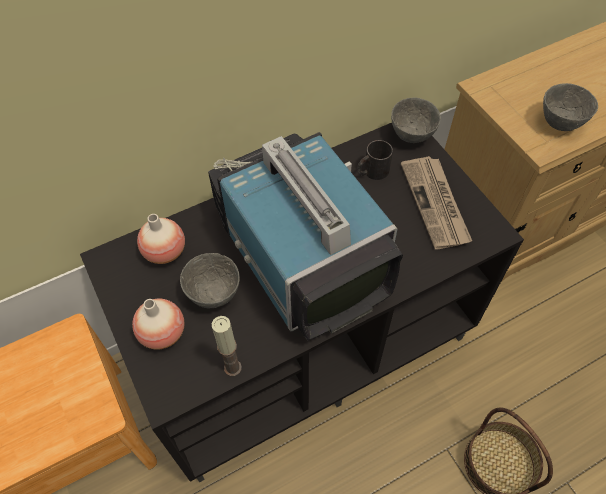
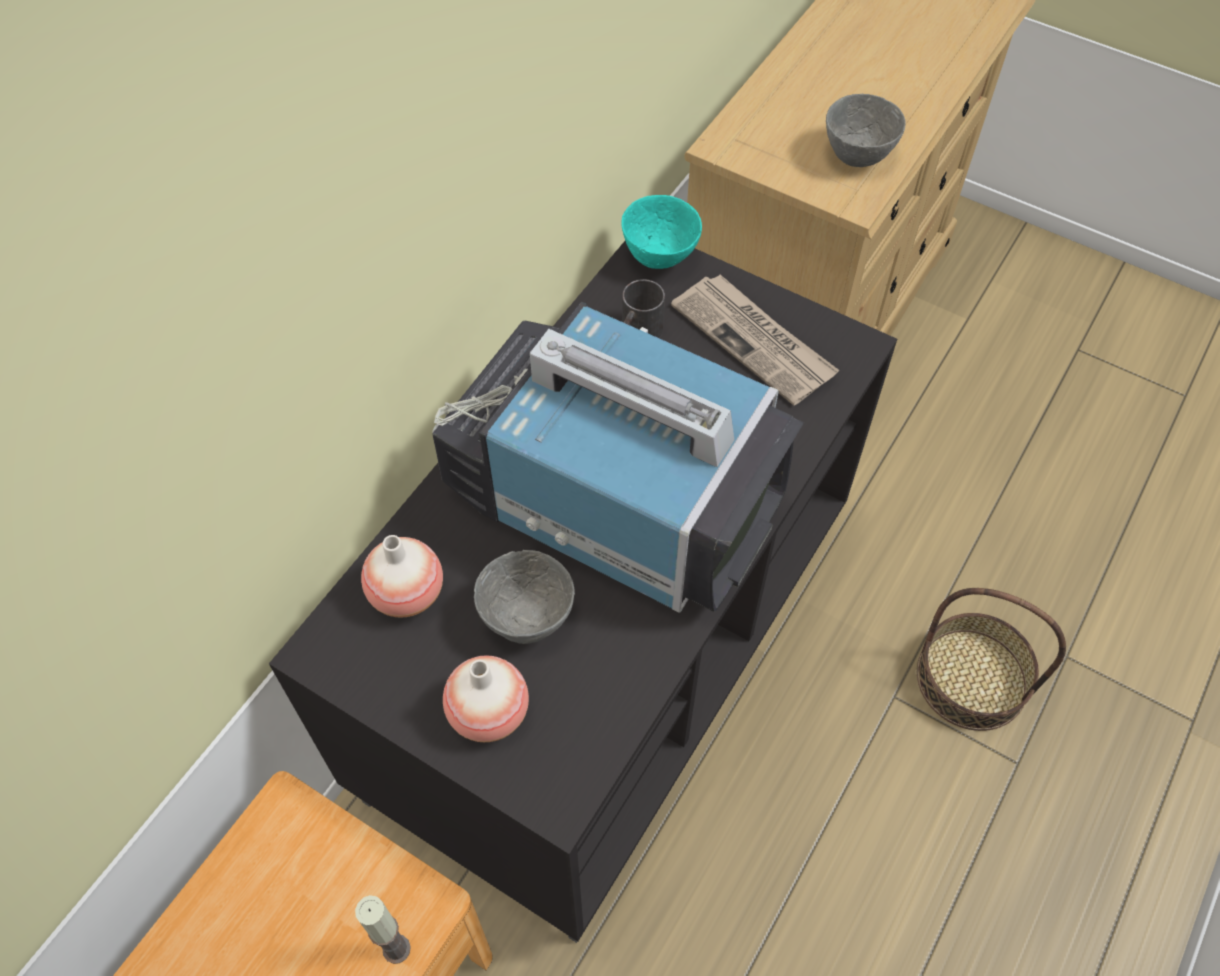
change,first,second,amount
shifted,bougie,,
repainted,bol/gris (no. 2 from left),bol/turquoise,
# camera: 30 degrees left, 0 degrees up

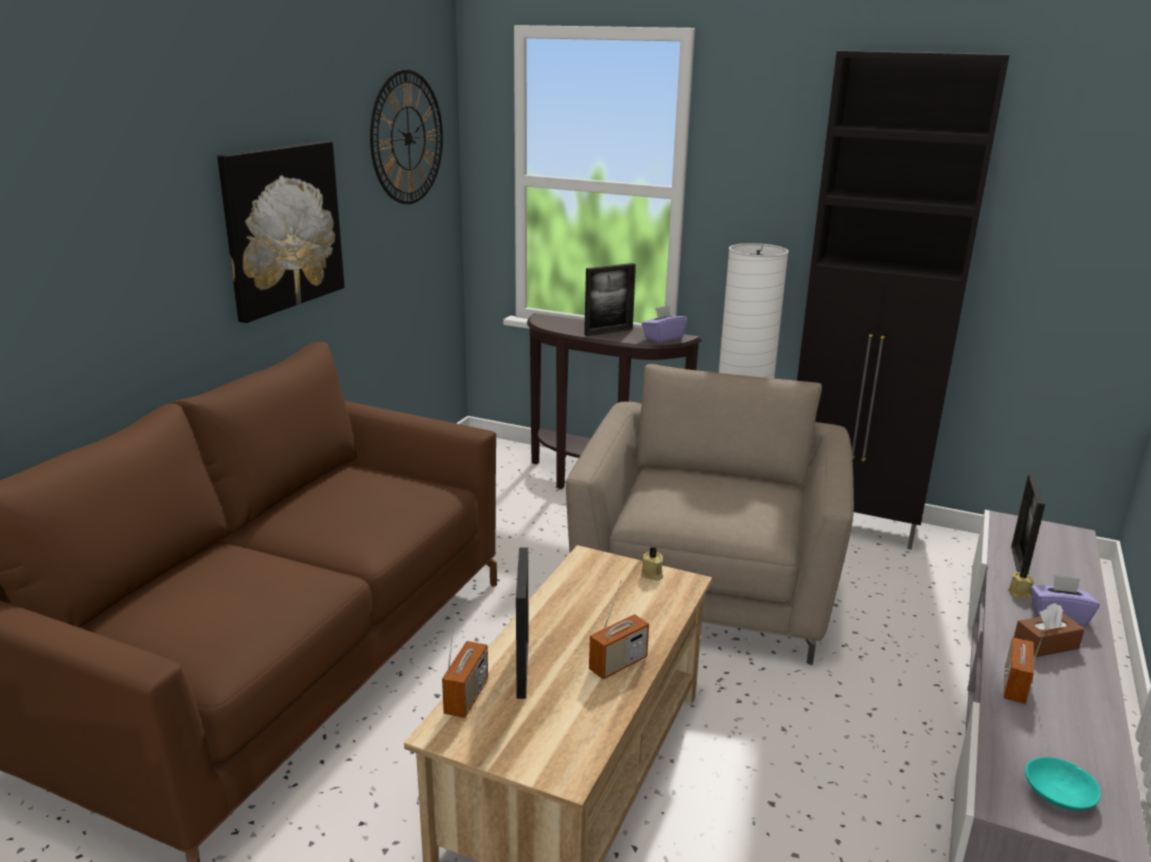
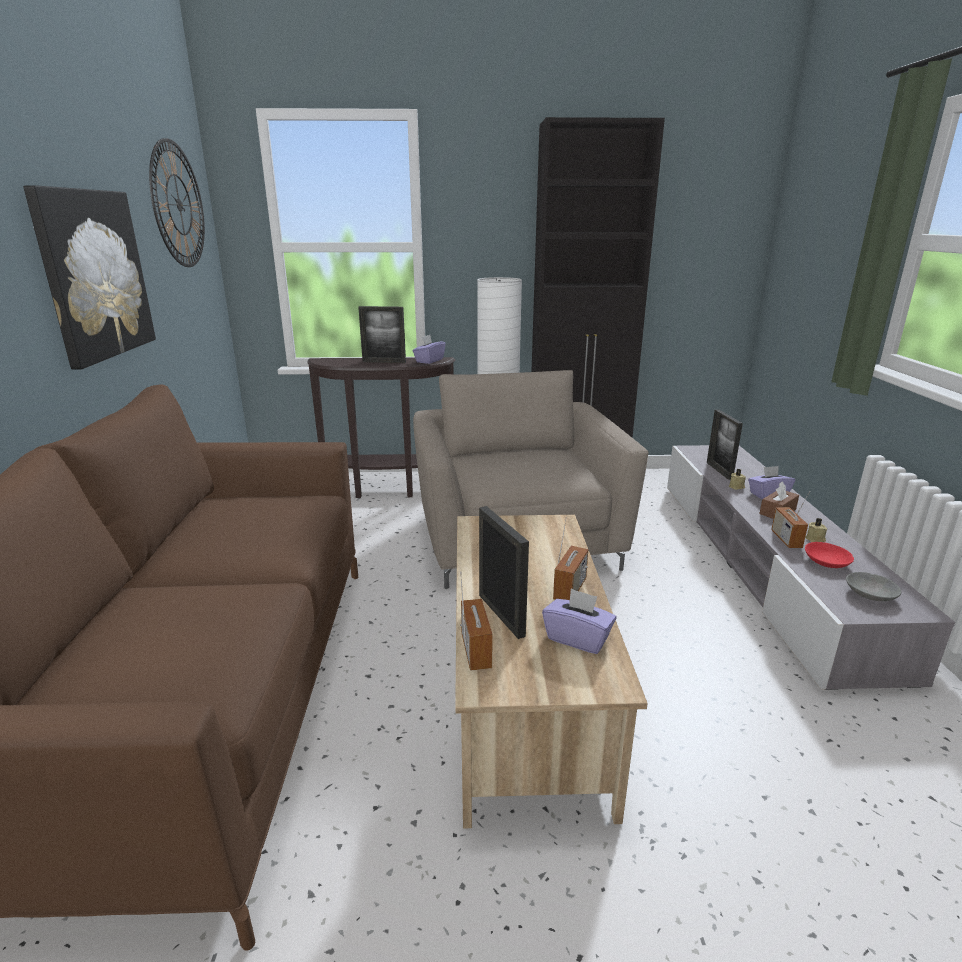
change,first,second,amount
rotated,cadre photo (no. 2 from left in the first image),cadre photo (no. 1 from left),60 degrees clockwise
shifted,bougie/beige (no. 1 from left in the first image),bougie/beige (no. 2 from left),
repainted,bol/turquoise,bol/gris,
new,,boîte à mouchoirs/violet (no. 2 from left),
new,,bol/rouge,
# camera: 25 degrees left, 0 degrees up

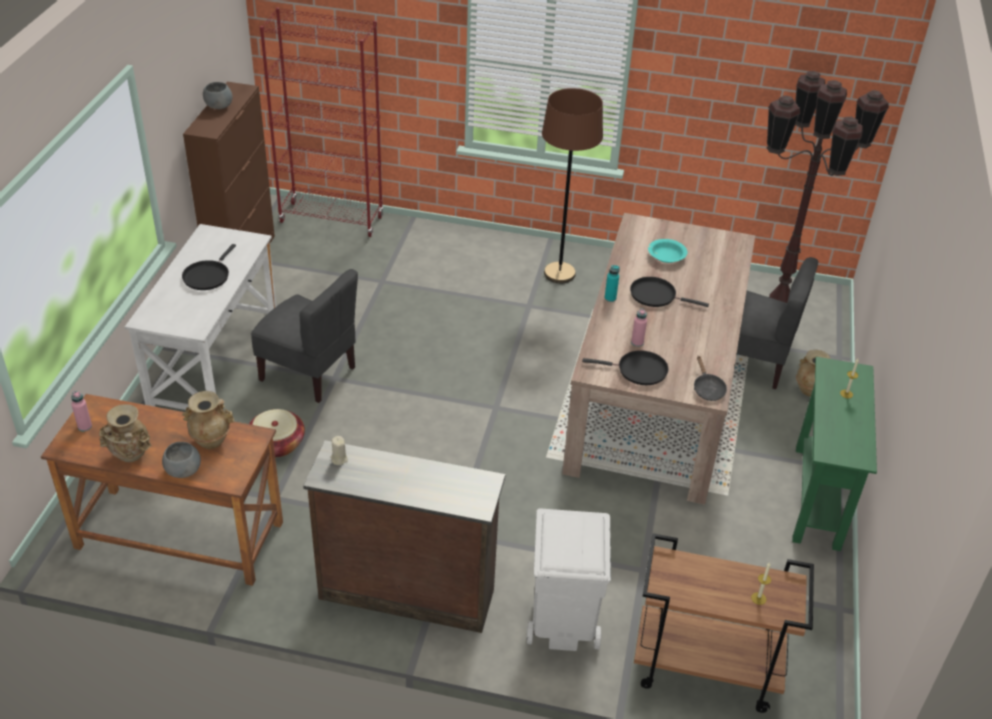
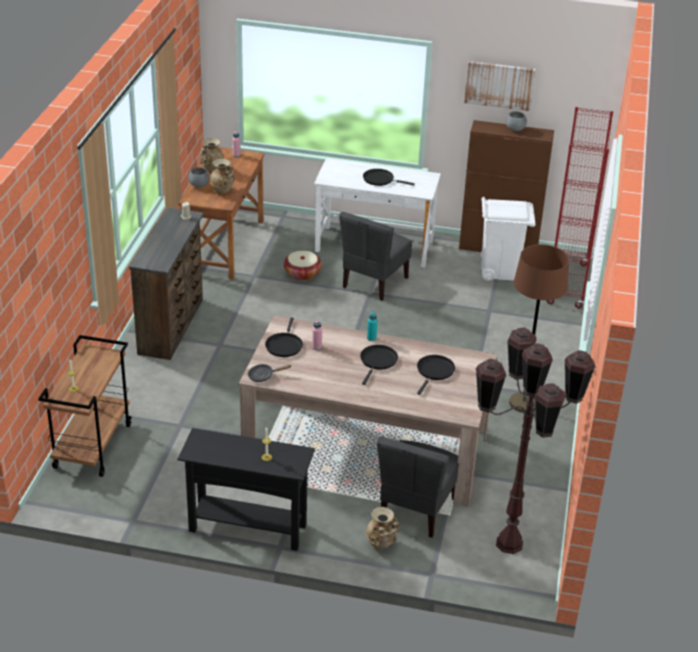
change,first,second,amount
shifted,poubelle/blanc,,
swapped,bol/turquoise,poêle/noir (no. 5 from left),
repainted,table console/vert,table console/noir,
new,,tableau,
# camera: 90 degrees right, 5 degrees down

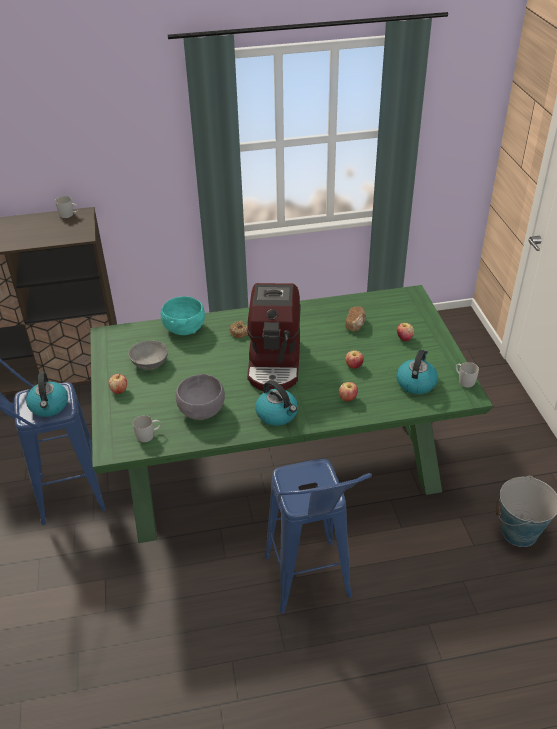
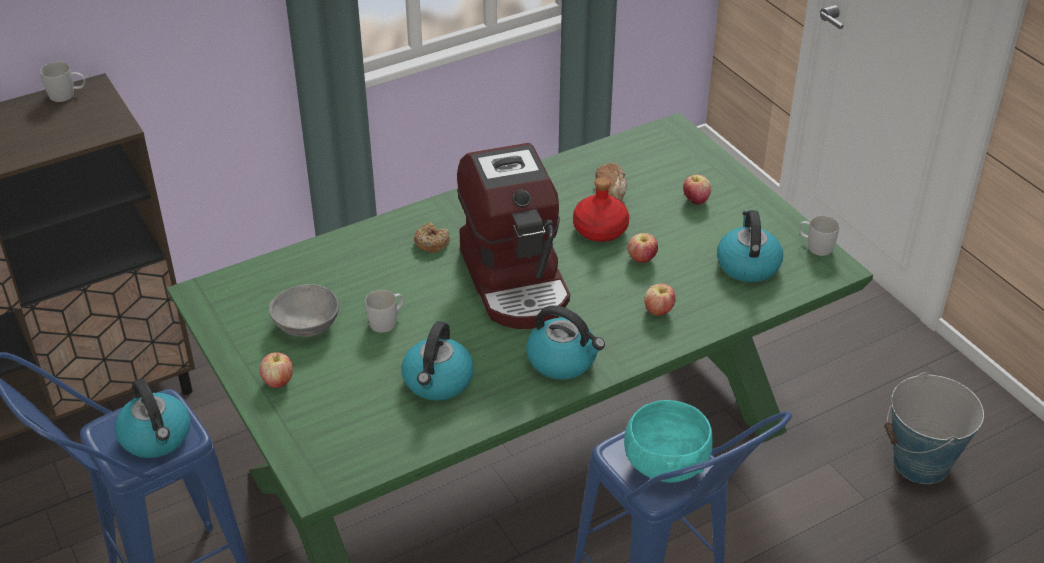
change,first,second,amount
shifted,mug/blanc (no. 2 from left),,
shifted,bol/turquoise,,
swapped,bol/gris (no. 2 from left),bouilloire (no. 2 from left),
new,,bouteille/rouge,
# camera: 20 degrees left, 0 degrees up

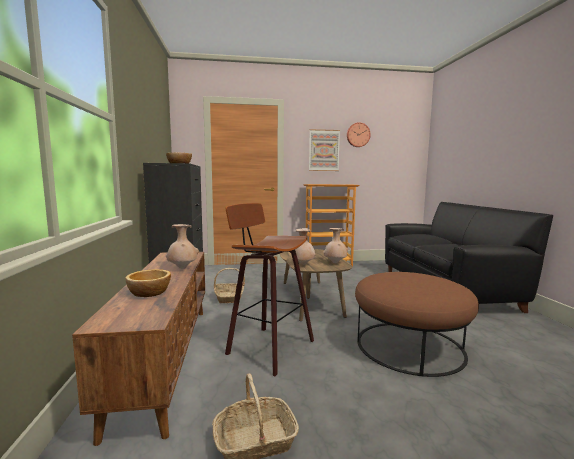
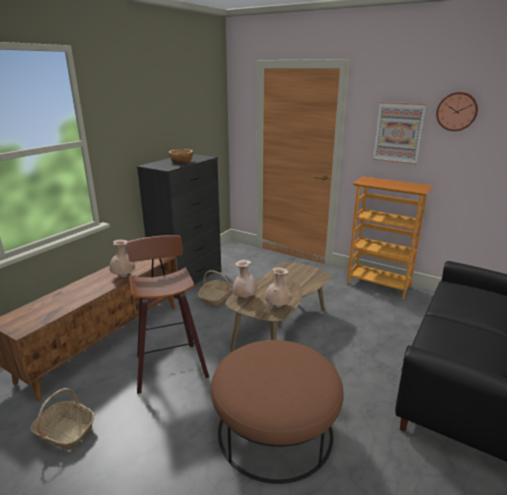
change,first,second,amount
gone,bol (no. 1 from left),,
# camera: 40 degrees right, 15 degrees up

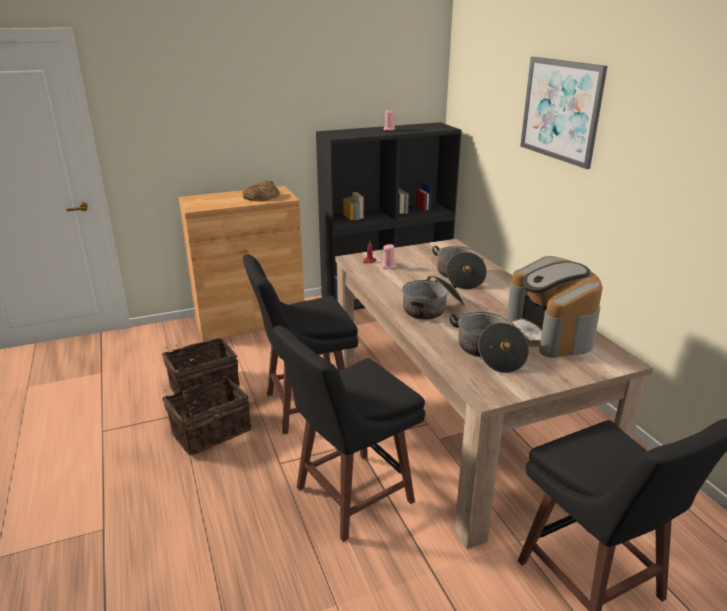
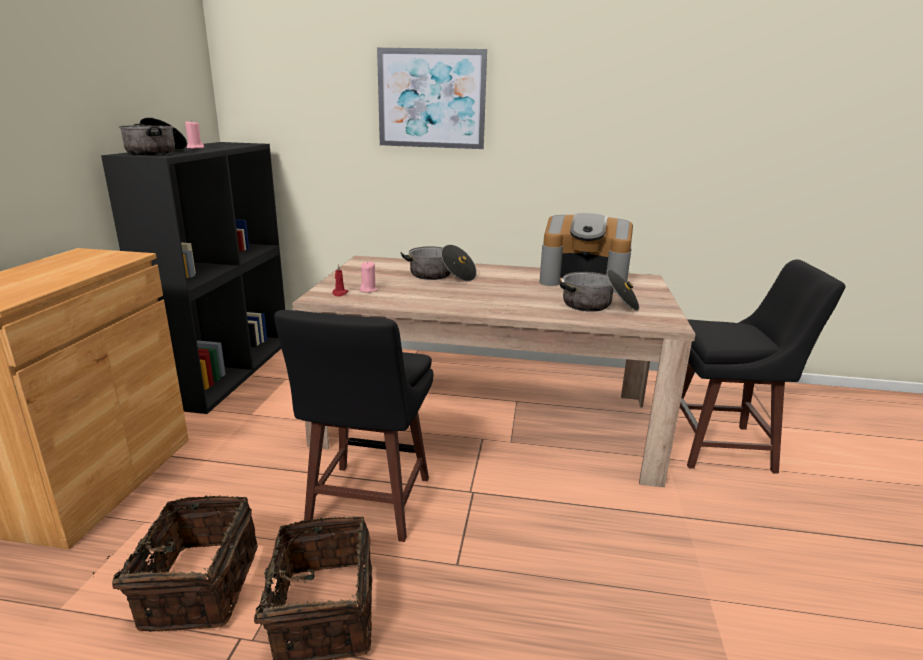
change,first,second,amount
gone,pain,,
gone,tabouret/noir (no. 2 from left),,
shifted,marmite (no. 1 from left),,
# camera: 60 degrees left, 5 degrees down

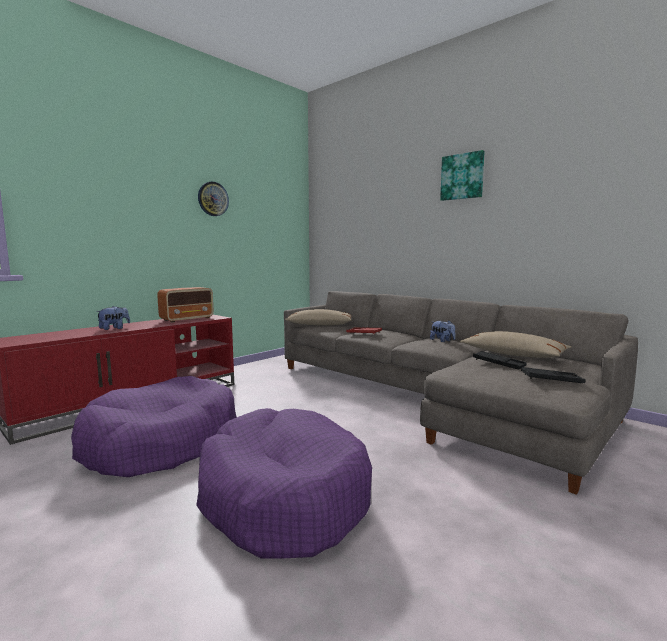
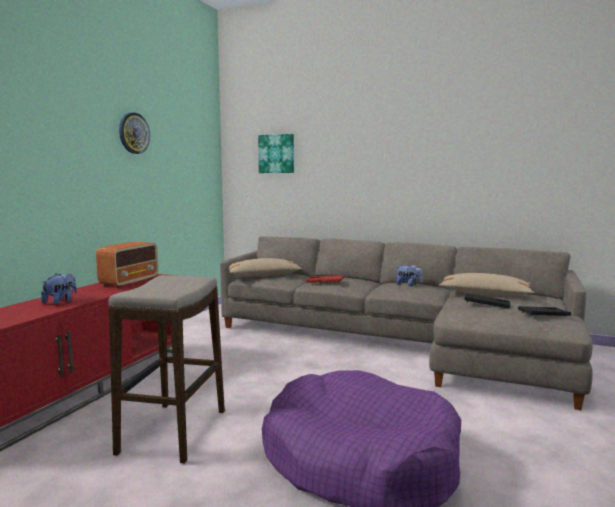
change,first,second,amount
swapped,panier pour chien/violet (no. 1 from left),tabouret,
shifted,tableau,,
# camera: 20 degrees left, 0 degrees up

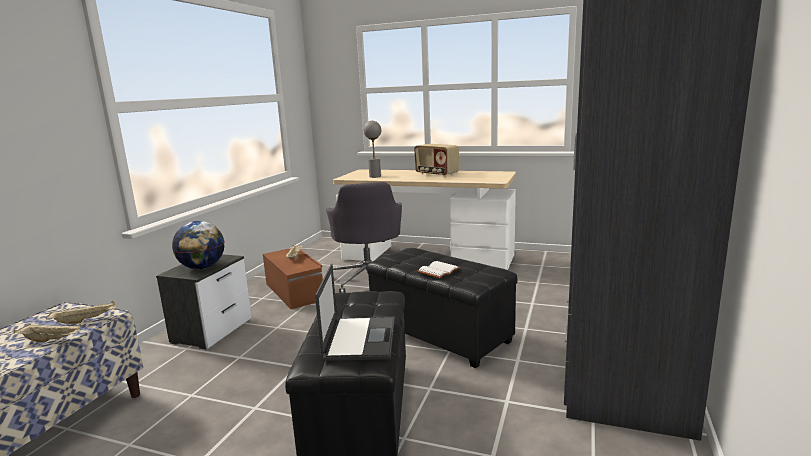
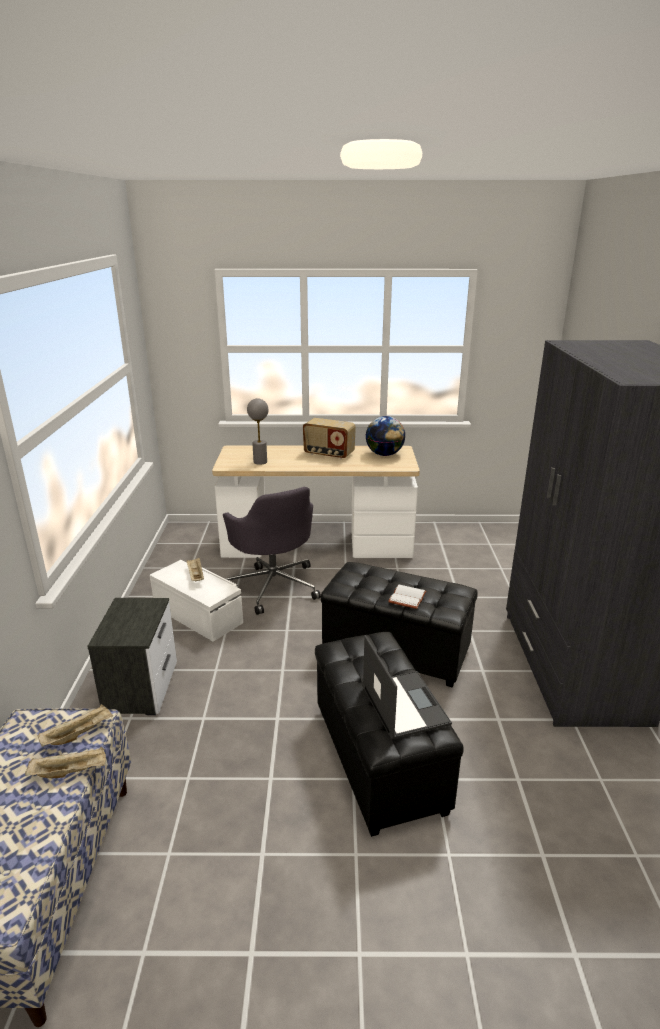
change,first,second,amount
shifted,globe,,
repainted,boîte de rangement/marron,boîte de rangement/blanc,
# camera: 20 degrees left, 10 degrees up

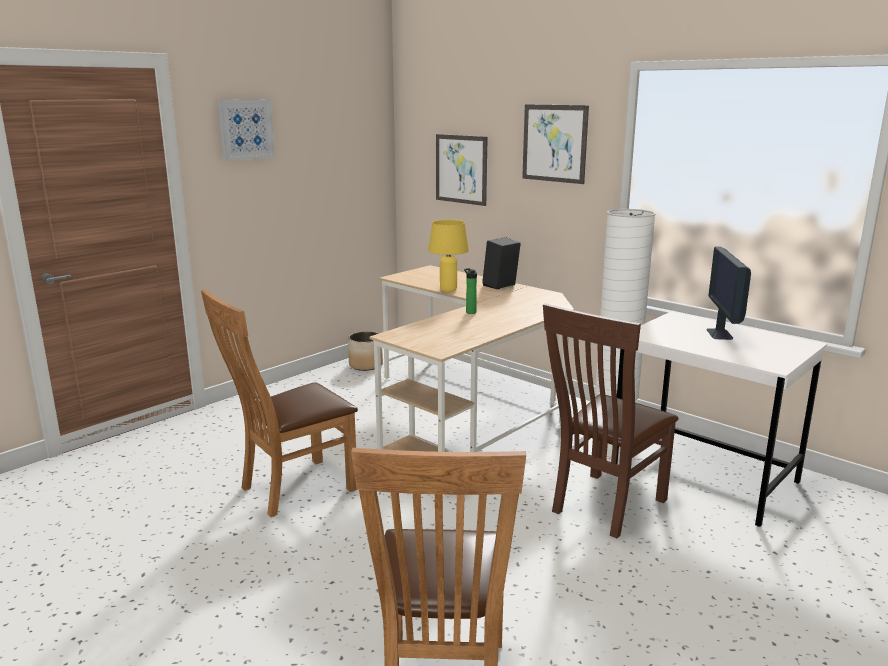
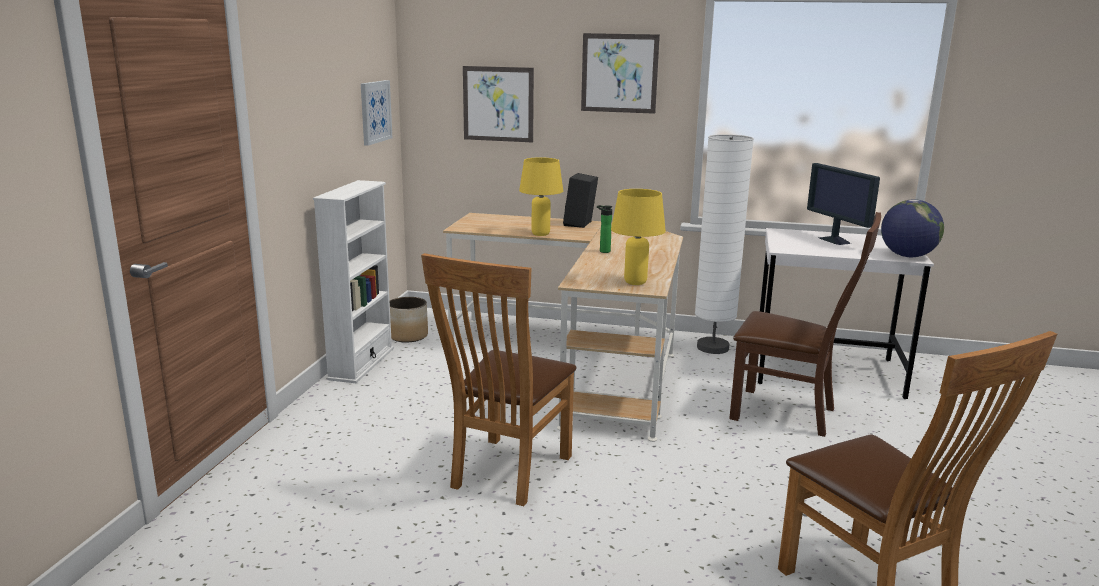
change,first,second,amount
shifted,tableau (no. 1 from left),,
rotated,chaise/marron (no. 3 from left in the first image),chaise/marron (no. 2 from left),75 degrees counterclockwise
new,,bibliothèque/blanc,
new,,lampe de table/jaune (no. 2 from left),
new,,globe,
# camera: 30 degrees left, 0 degrees up

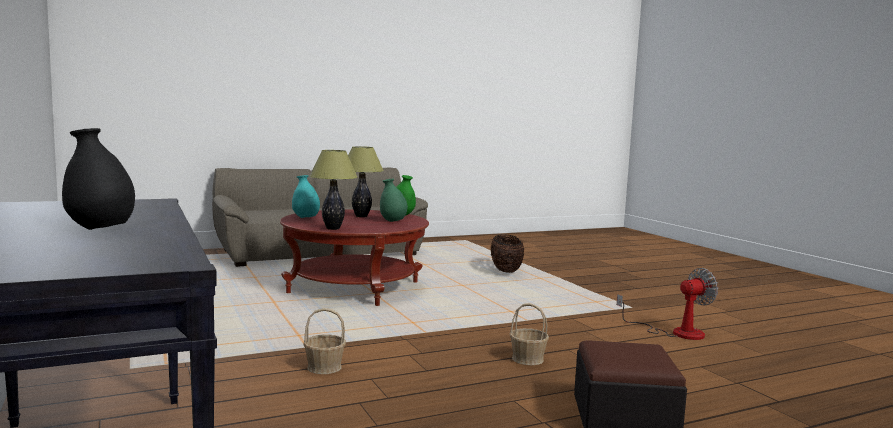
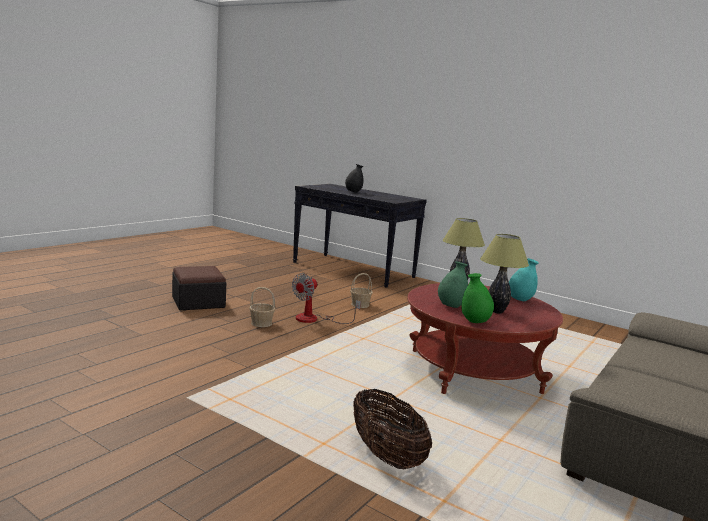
change,first,second,amount
shifted,ventilateur,,
# camera: 150 degrees right, 5 degrees up

